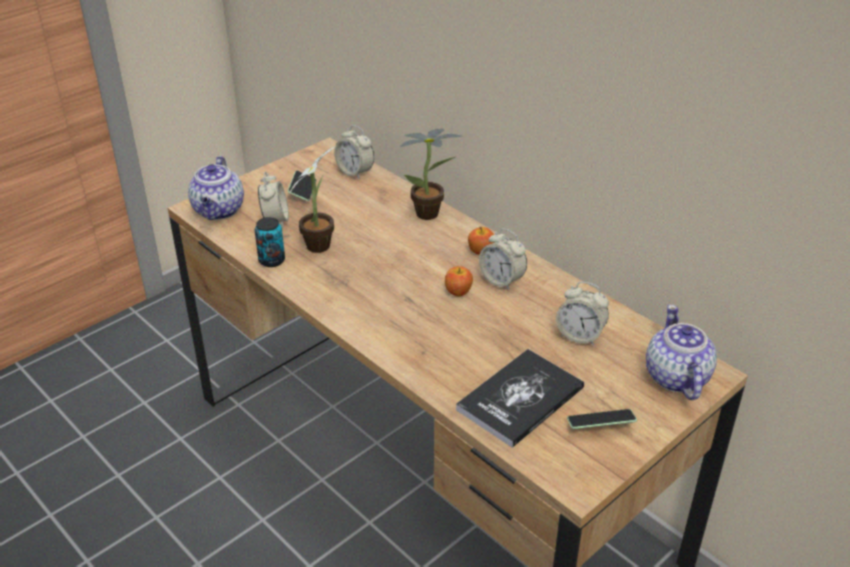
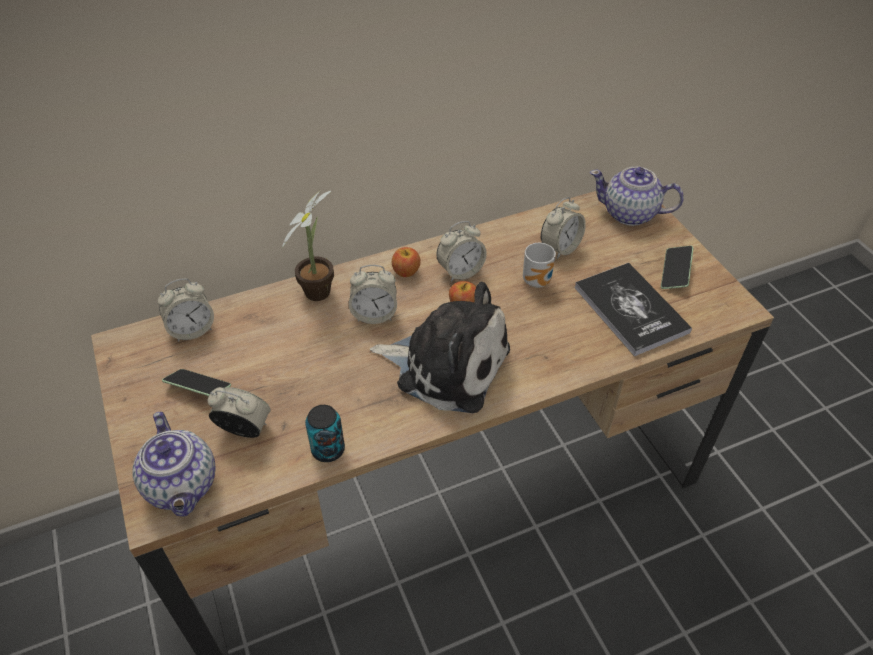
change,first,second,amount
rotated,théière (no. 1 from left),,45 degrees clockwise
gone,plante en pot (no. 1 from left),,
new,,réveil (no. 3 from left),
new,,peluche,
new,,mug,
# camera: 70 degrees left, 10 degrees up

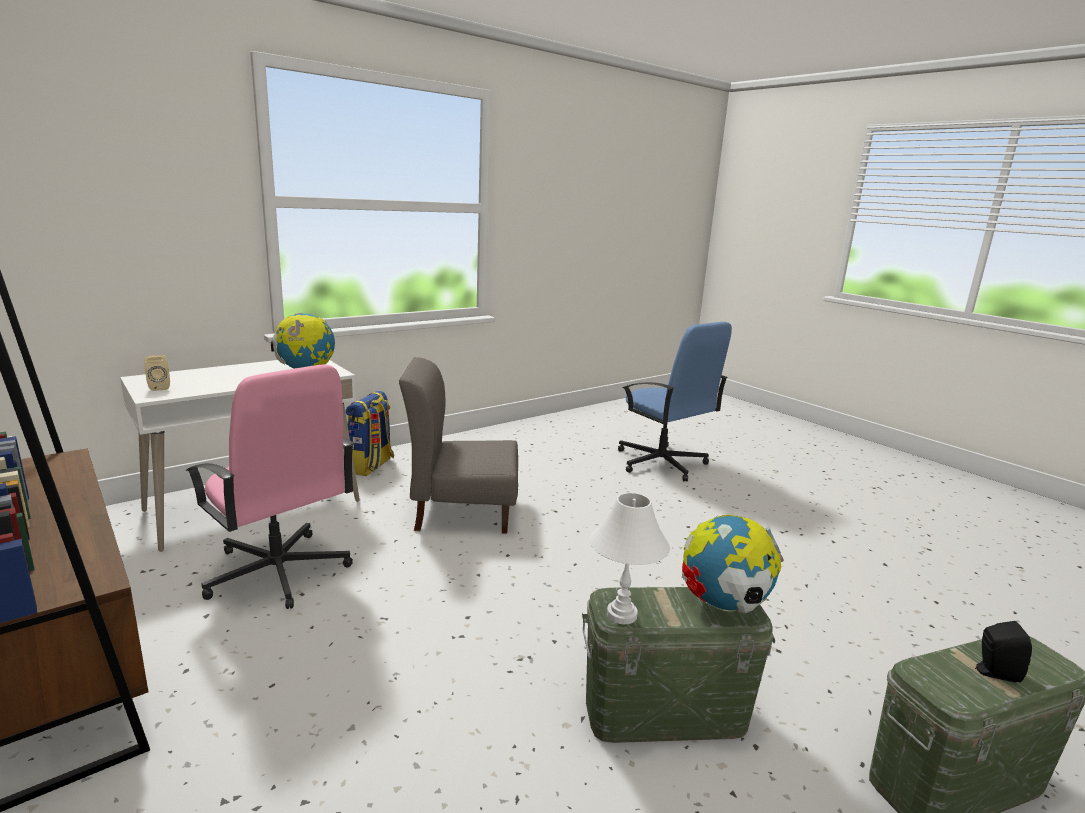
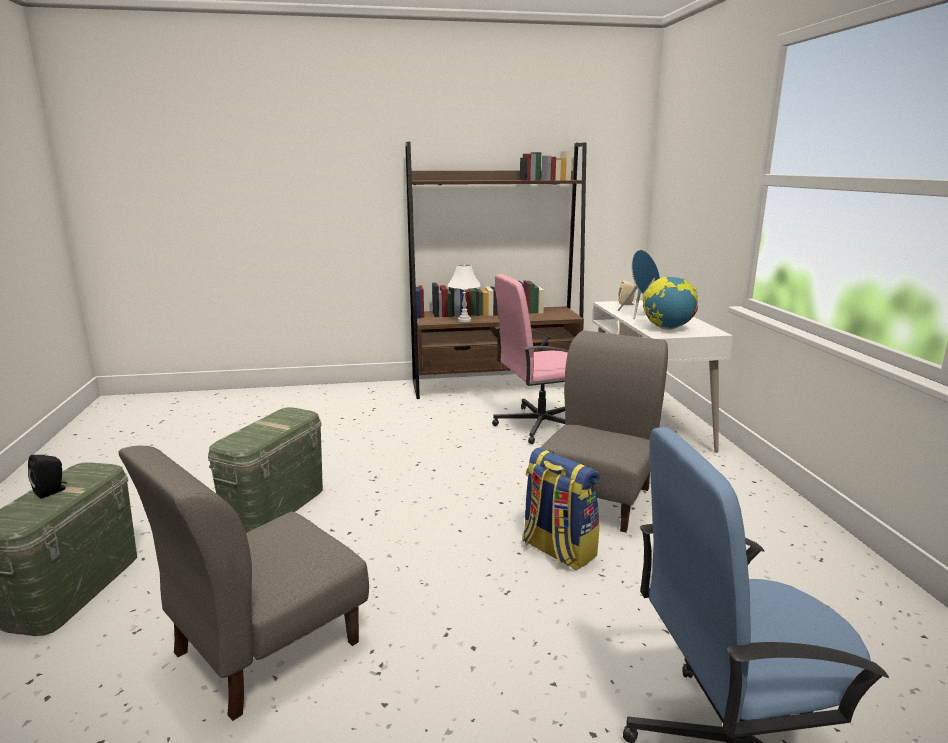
change,first,second,amount
shifted,sac à dos,,
shifted,lampe de table/blanc,,
gone,globe (no. 2 from left),,
new,,chaise/gris (no. 1 from left),
new,,enceinte/bleu,
# camera: 120 degrees right, 0 degrees up

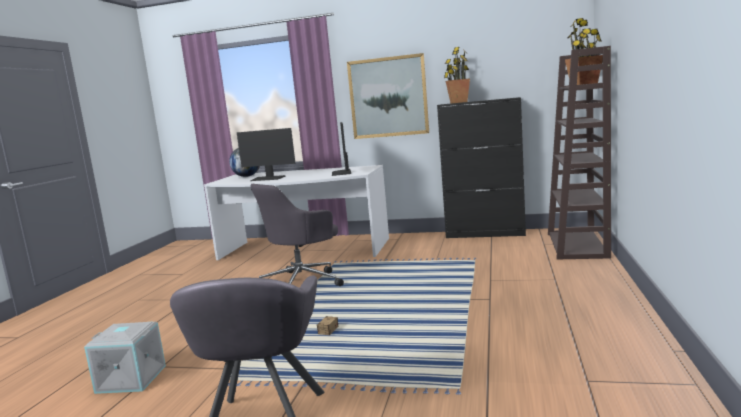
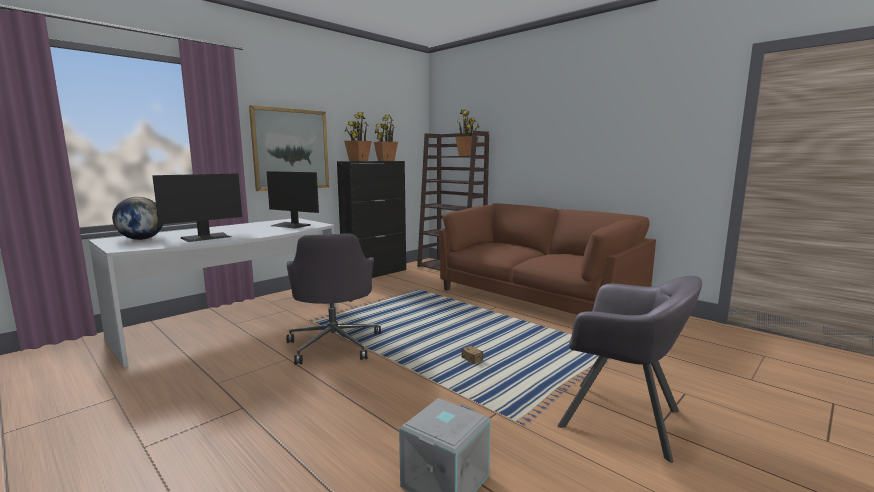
change,first,second,amount
new,,plante en pot (no. 2 from left),
new,,canapé/marron,
# camera: 60 degrees left, 0 degrees up

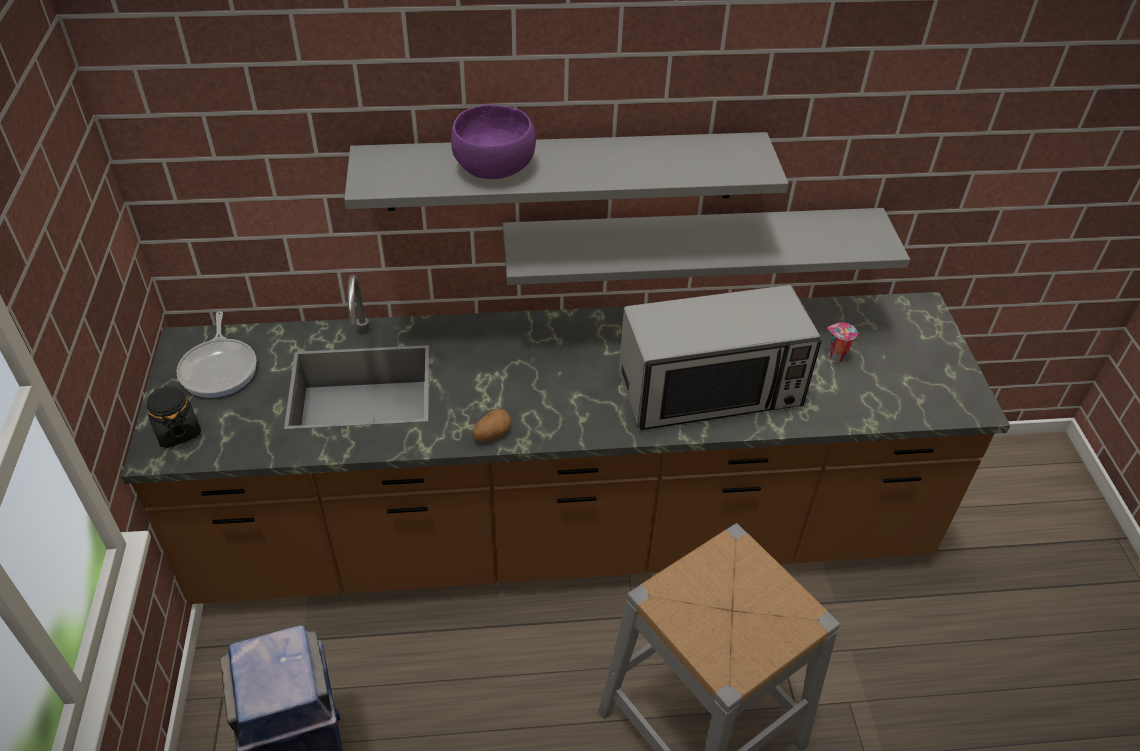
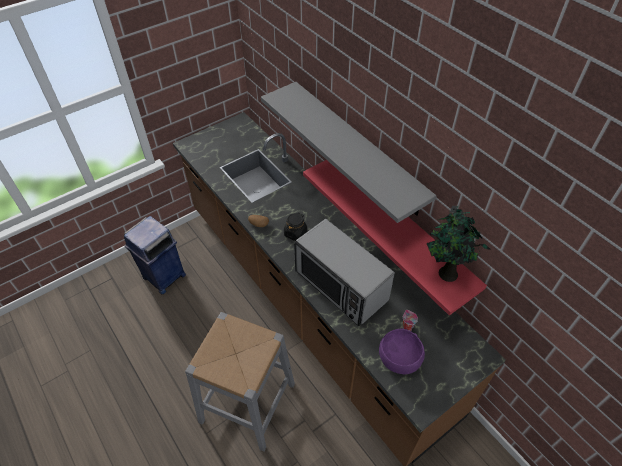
change,first,second,amount
shifted,bocal/noir,,
gone,poêle,,
shifted,bol/violet,,
repainted,étagère/gris (no. 2 from left),étagère/rouge,
new,,plante en pot,
# camera: 60 degrees right, 5 degrees up

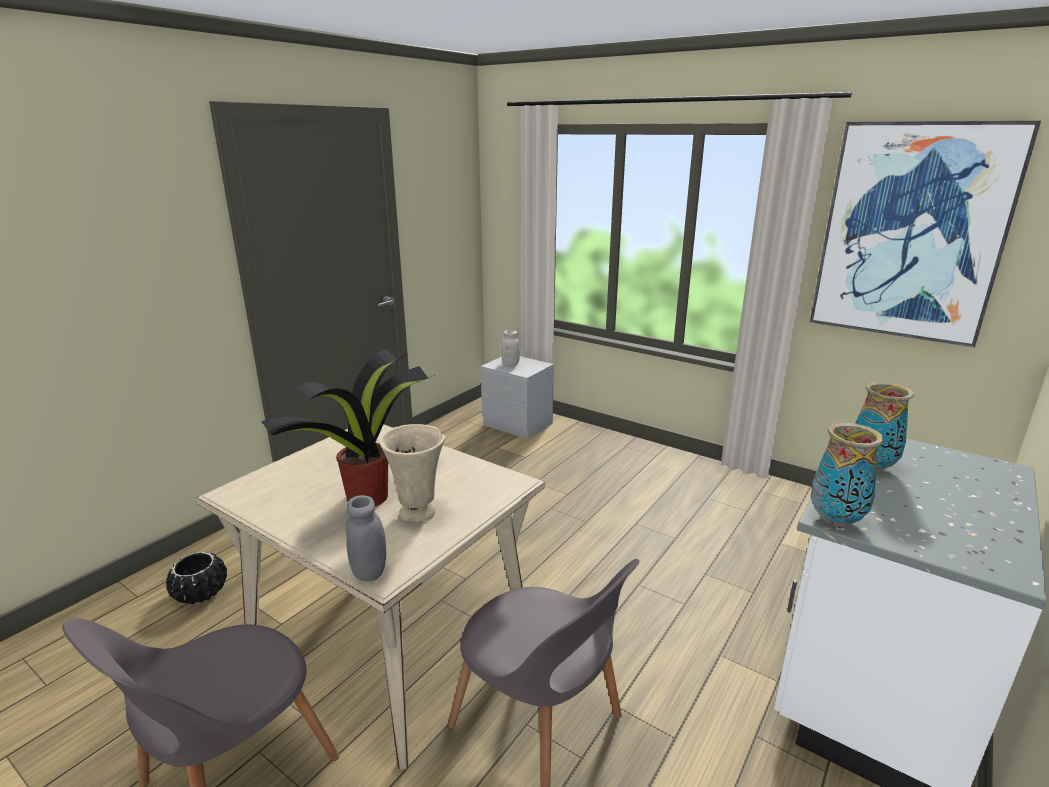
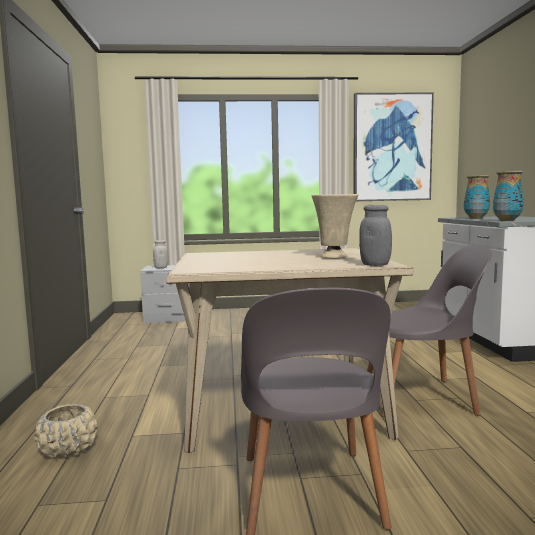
change,first,second,amount
repainted,cache-pot/noir,cache-pot/beige,
gone,plante en pot,,
# camera: 40 degrees left, 15 degrees down

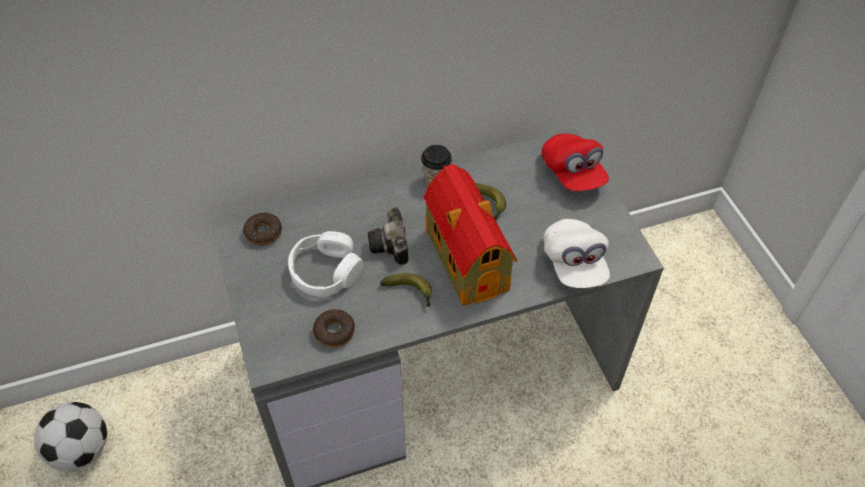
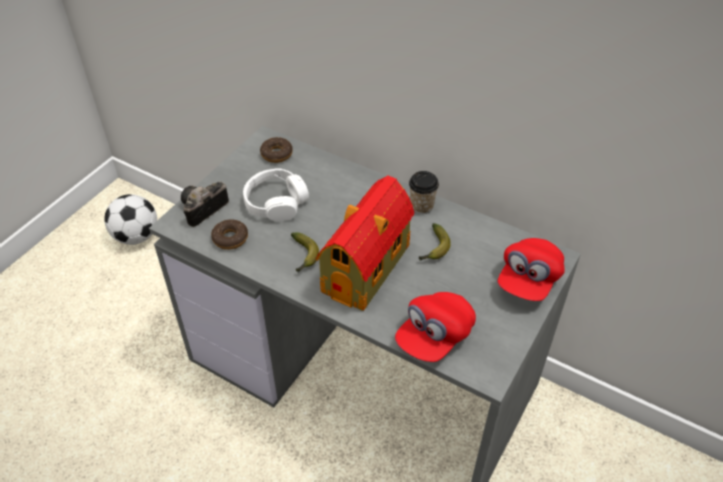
change,first,second,amount
shifted,appareil photo,,
repainted,casquette/blanc,casquette/rouge (no. 1 from left),
# camera: 50 degrees right, 5 degrees down

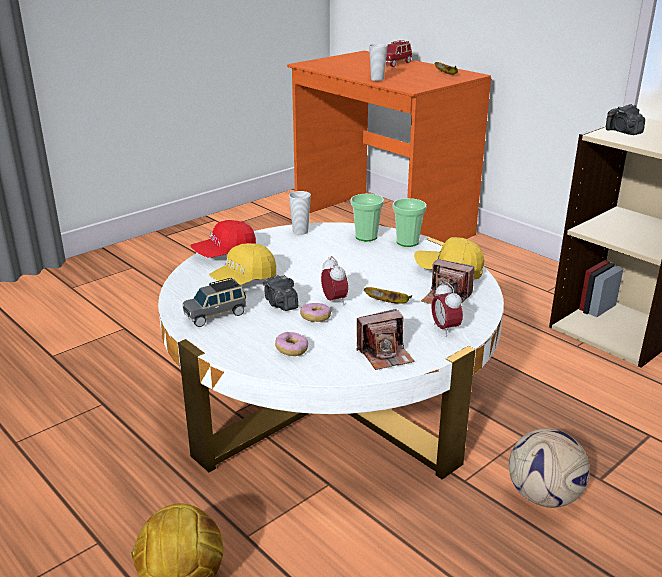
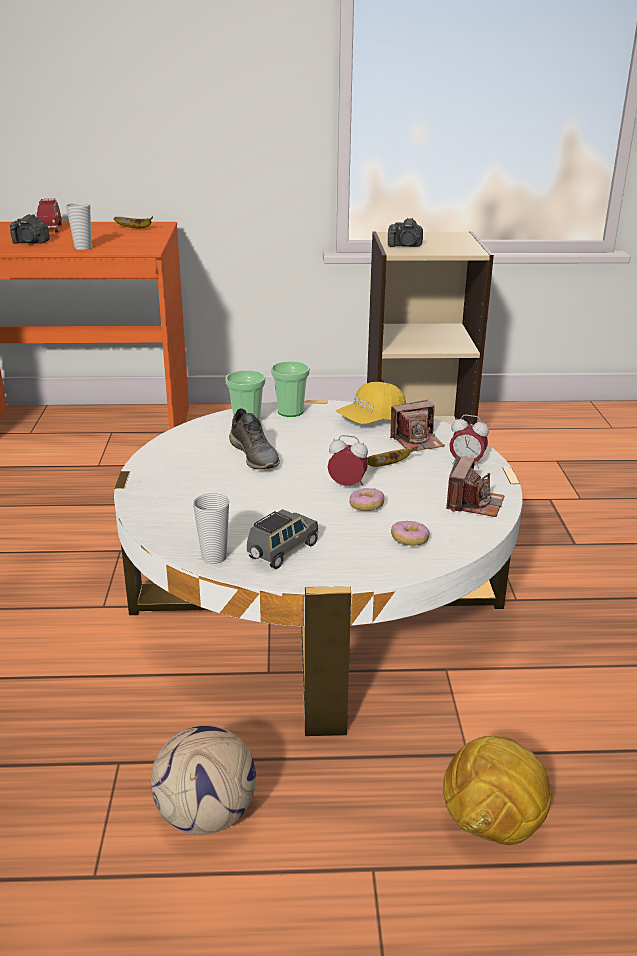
change,first,second,amount
rotated,petite voiture/gris,,150 degrees counterclockwise
gone,casquette/rouge,,
gone,casquette/jaune (no. 1 from left),,
shifted,appareil photo (no. 1 from left),,
shifted,tasse (no. 1 from left in the first image),tasse (no. 2 from left),
shifted,ballon de foot (no. 2 from left in the first image),ballon de foot (no. 1 from left),
new,,chaussure/gris,
# camera: 50 degrees left, 0 degrees up

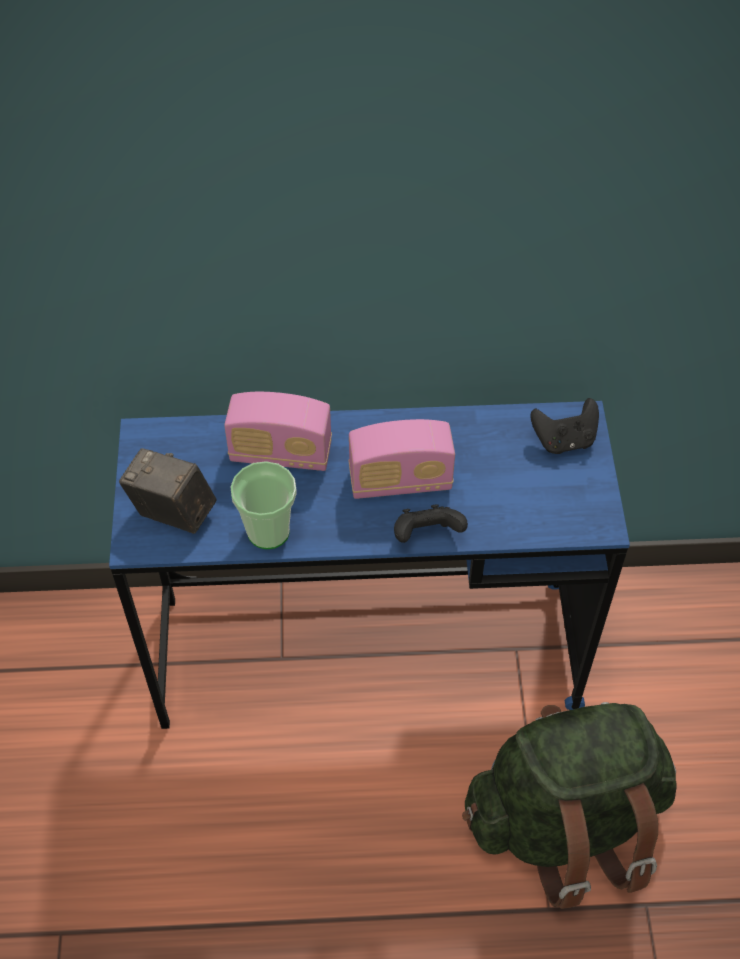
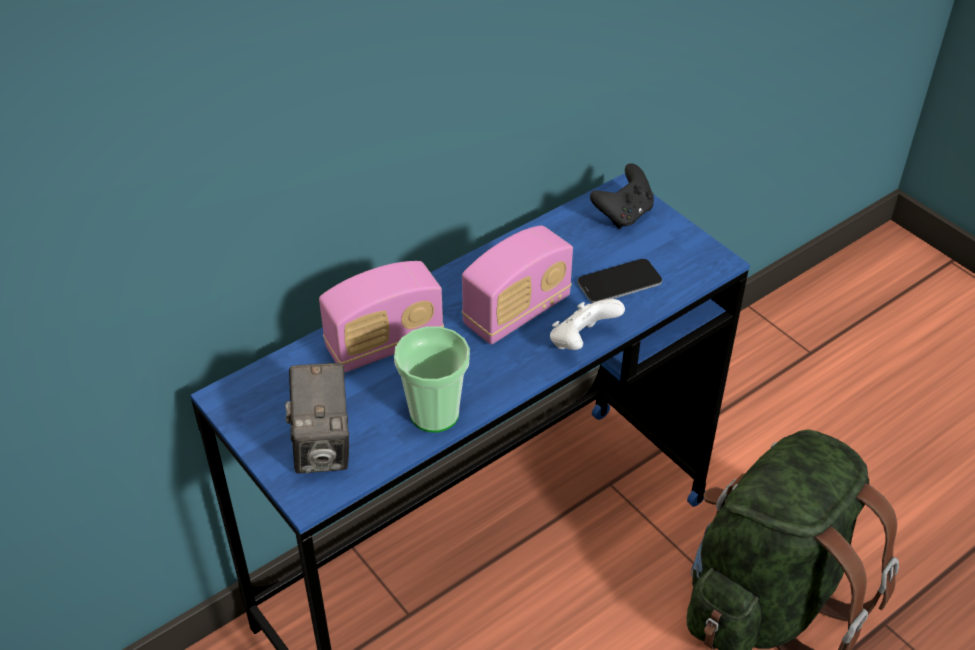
change,first,second,amount
rotated,appareil photo,,90 degrees counterclockwise
repainted,manette/noir (no. 1 from left),manette/blanc,
new,,téléphone,
# camera: 35 degrees left, 10 degrees down

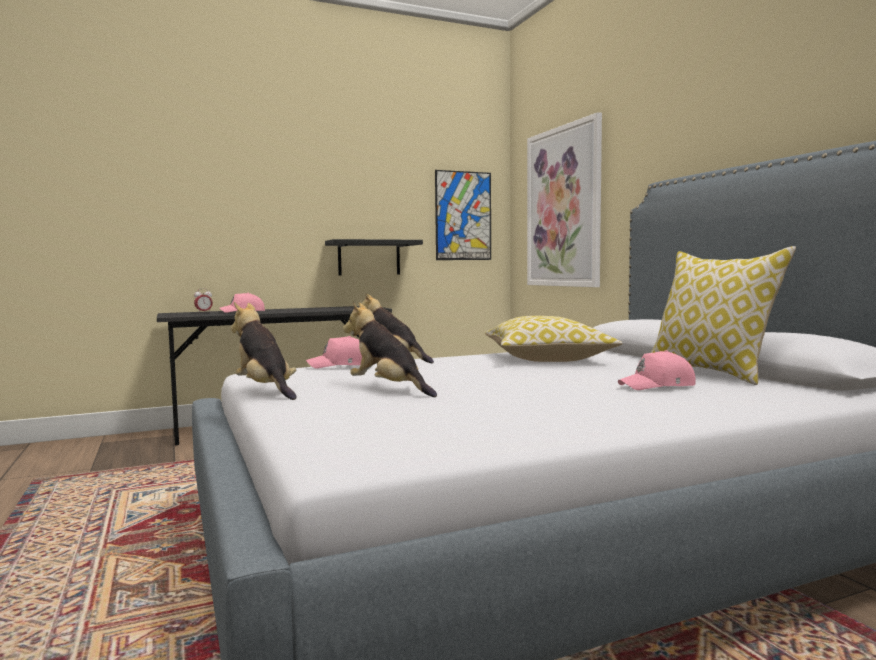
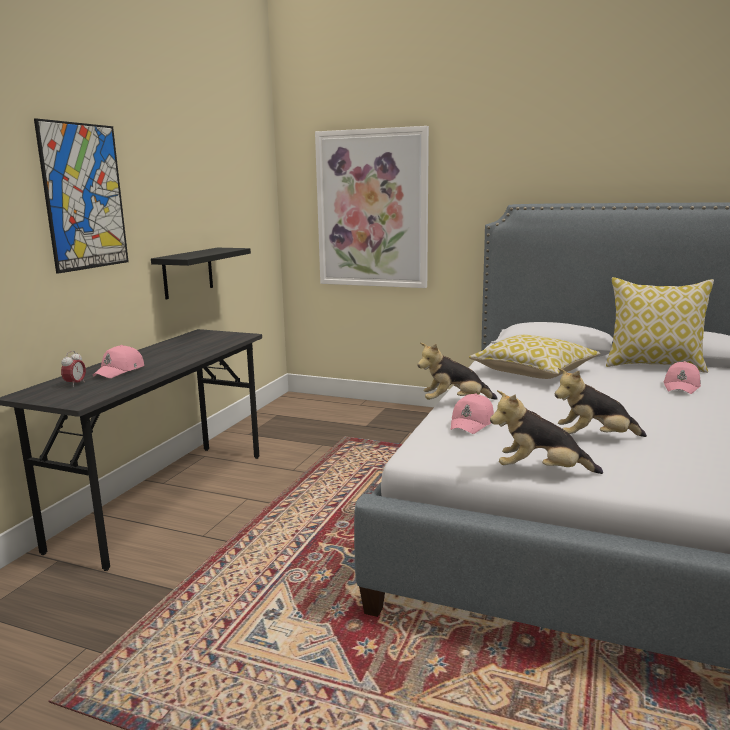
change,first,second,amount
shifted,tableau (no. 1 from left),,
# camera: 45 degrees left, 10 degrees up

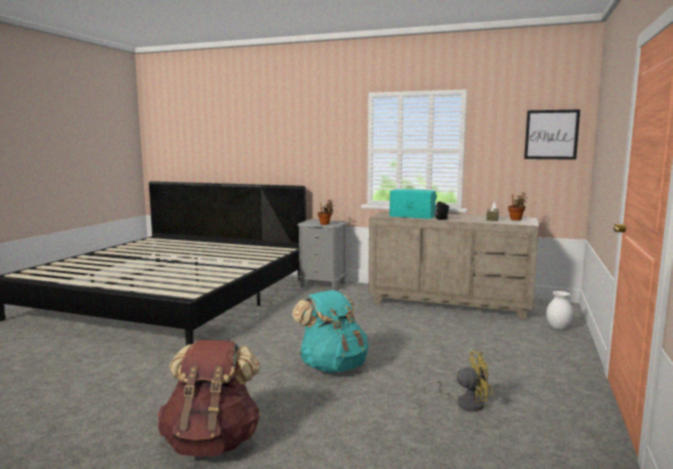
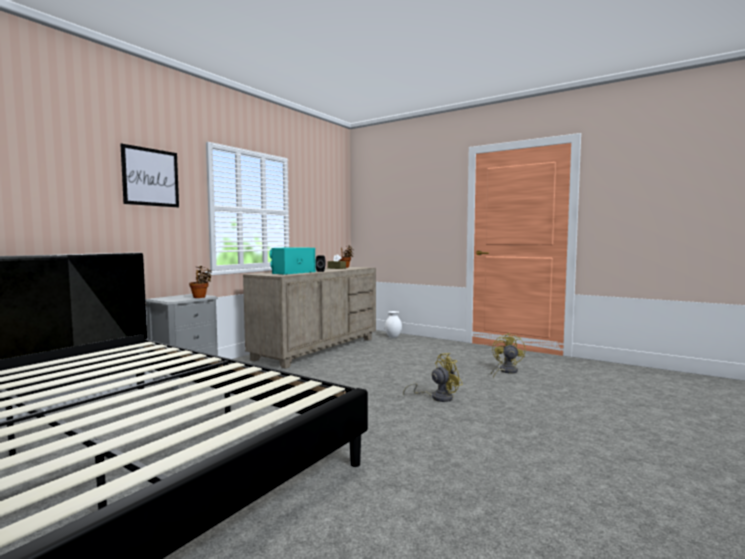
change,first,second,amount
gone,sac à dos/marron,,
swapped,sac à dos/turquoise,ventilateur/jaune (no. 1 from left),
shifted,tableau,,
# camera: 75 degrees left, 5 degrees down

